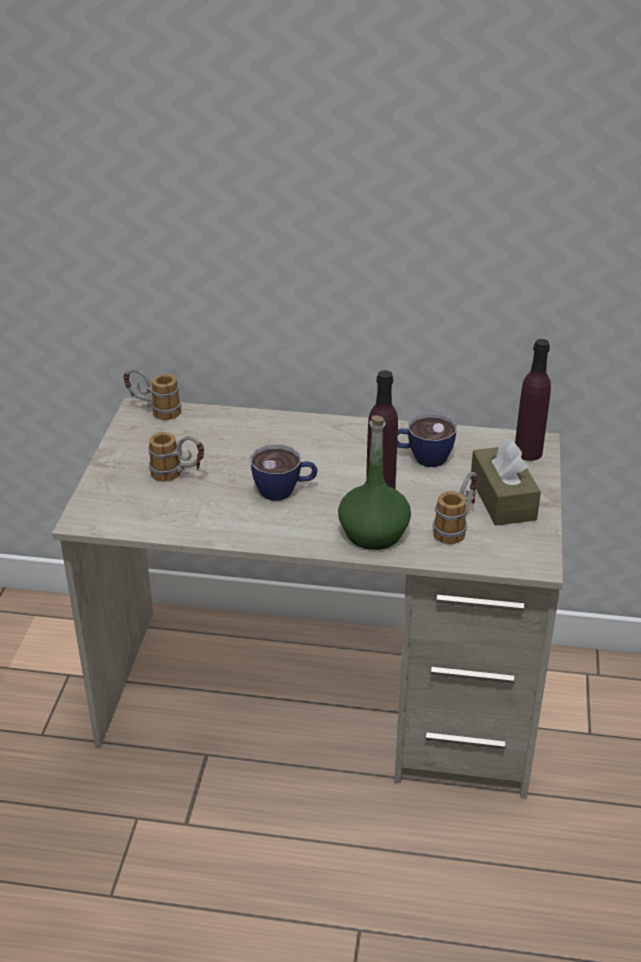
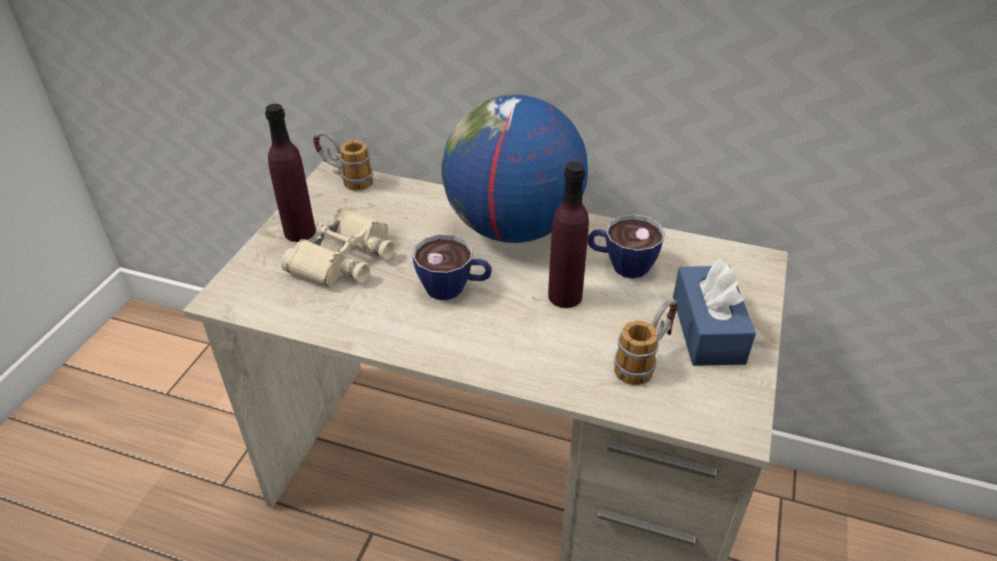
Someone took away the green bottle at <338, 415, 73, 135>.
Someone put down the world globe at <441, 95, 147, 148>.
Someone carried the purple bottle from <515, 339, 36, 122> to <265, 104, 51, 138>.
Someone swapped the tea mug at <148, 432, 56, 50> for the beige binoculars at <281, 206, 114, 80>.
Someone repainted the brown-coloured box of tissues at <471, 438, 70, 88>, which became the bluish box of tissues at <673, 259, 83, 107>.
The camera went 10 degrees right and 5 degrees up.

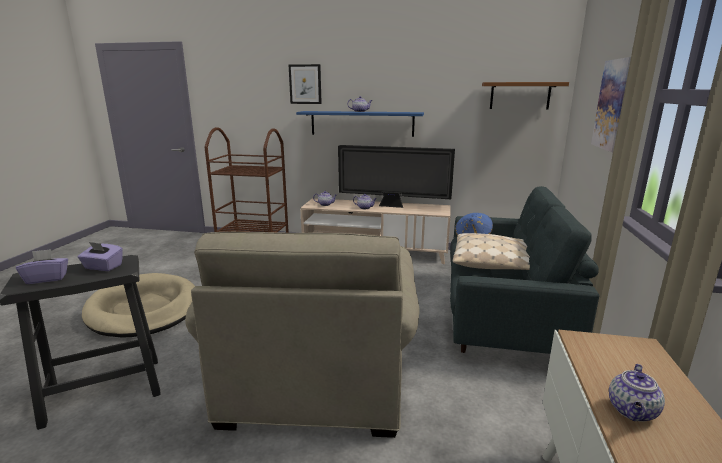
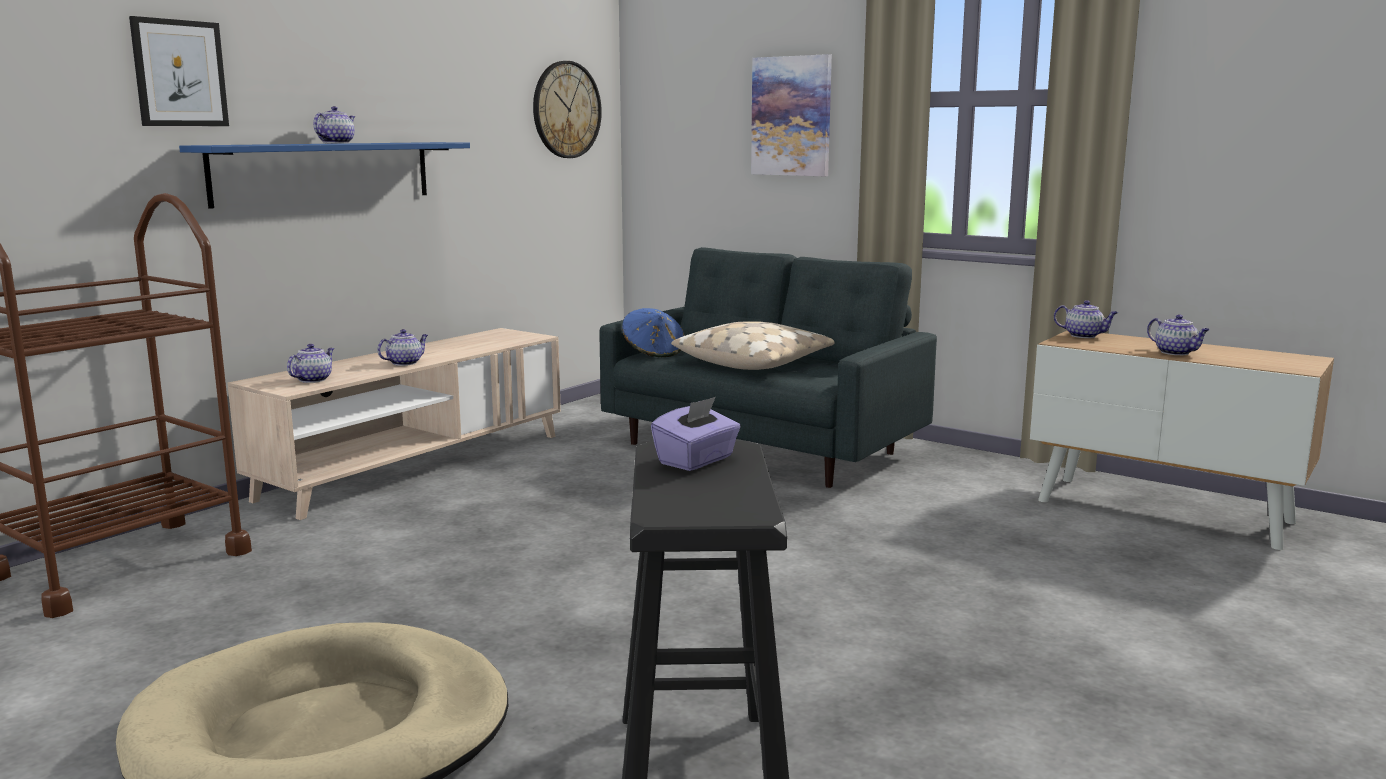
Someone took away the purple box of tissues at <16, 249, 52, 35>.
Someone took away the beige easy chair at <185, 232, 235, 206>.
Someone took away the television at <338, 145, 117, 63>.
Someone put down the teapot at <1054, 300, 64, 38>.
Someone swapped the brown-coloured bracket shelf at <482, 82, 87, 27> for the clock on the wall at <533, 61, 69, 97>.
The camera went 65 degrees left and 5 degrees down.

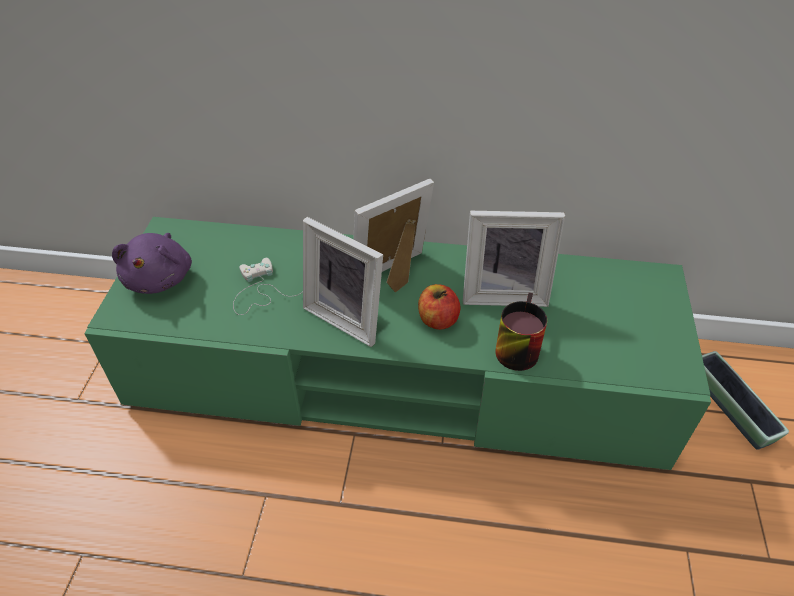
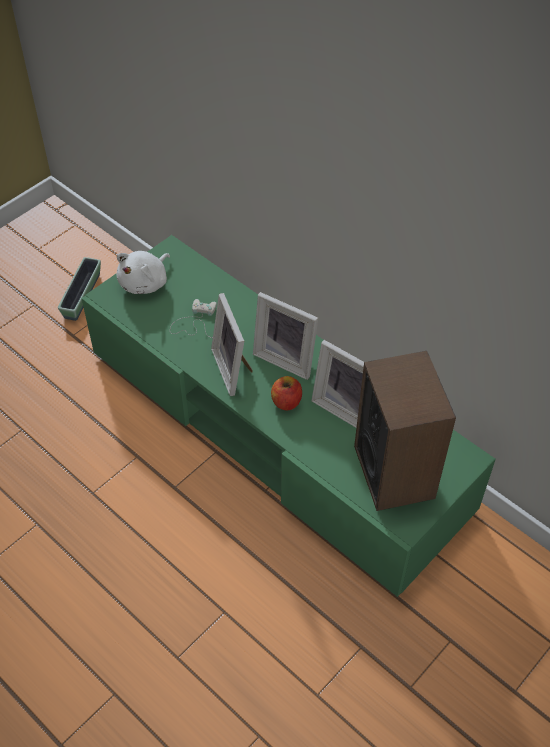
Someone took away the tea mug at <495, 293, 52, 78>.
Someone put down the speaker at <354, 351, 102, 160>.
Someone carried the planter from <702, 351, 87, 99> to <58, 257, 43, 64>.
Someone repainted the purple soft toy at <112, 233, 80, 61>, which became the white soft toy at <116, 251, 54, 43>.
Someone rotated the picture frame at <353, 179, 81, 114> by 150 degrees counterclockwise.
The camera went 35 degrees right and 5 degrees up.

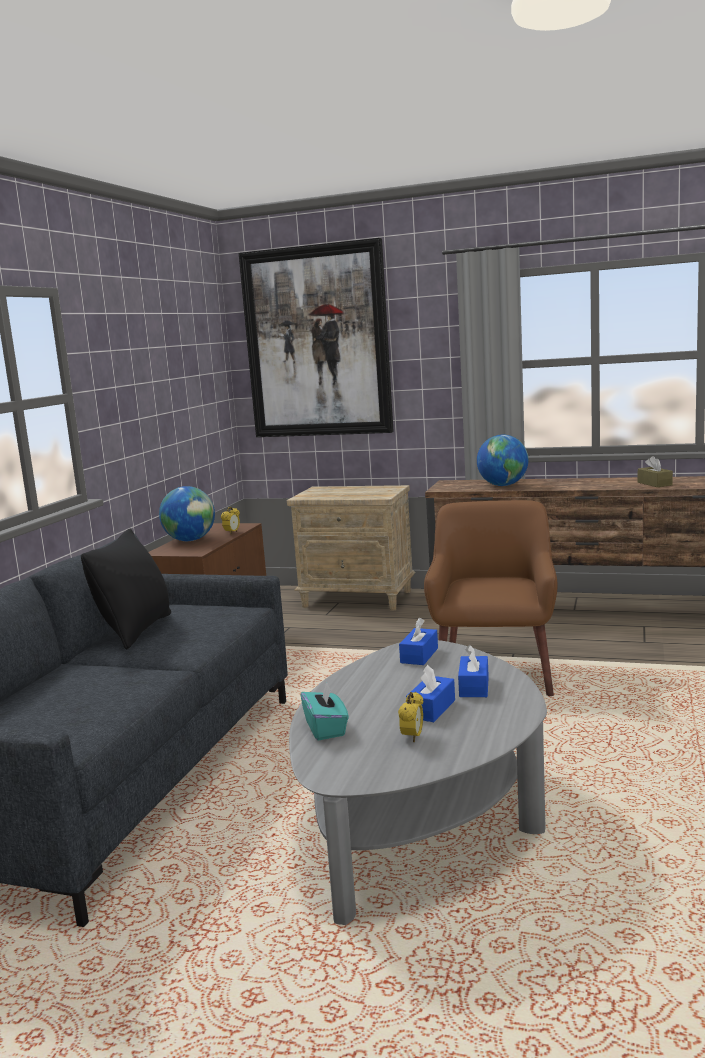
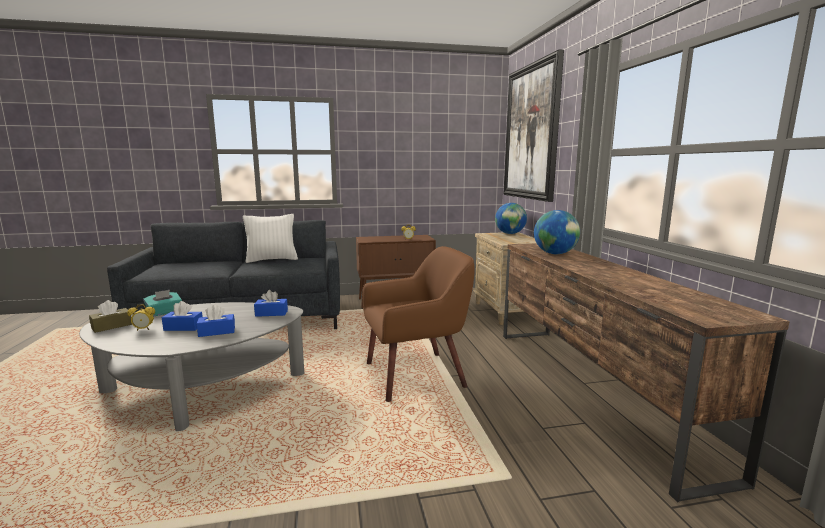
Someone carried the world globe from <159, 486, 56, 55> to <495, 203, 32, 31>.
Someone carried the brown-coloured box of tissues from <638, 456, 35, 31> to <89, 300, 43, 33>.
Someone repainted the black cushion at <81, 529, 90, 121>, which became the white cushion at <243, 214, 55, 49>.
The camera went 60 degrees right and 0 degrees up.

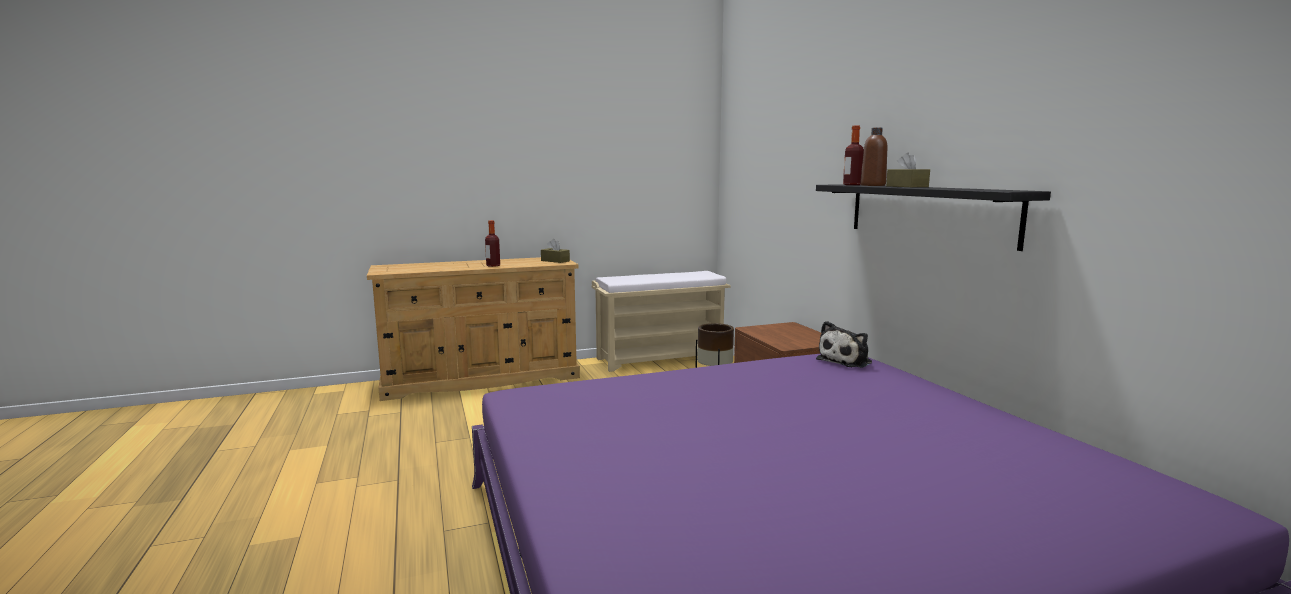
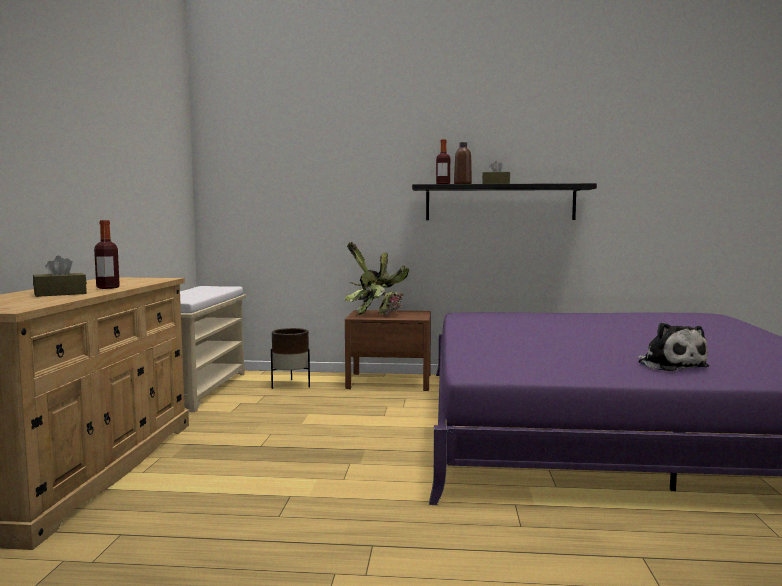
Someone put down the plant in a pot at <344, 242, 65, 74>.
Someone carried the brown-coloured box of tissues from <541, 239, 29, 24> to <33, 256, 54, 41>.
Someone carried the soft toy from <816, 321, 56, 47> to <636, 323, 74, 48>.
The camera went 65 degrees left and 5 degrees down.

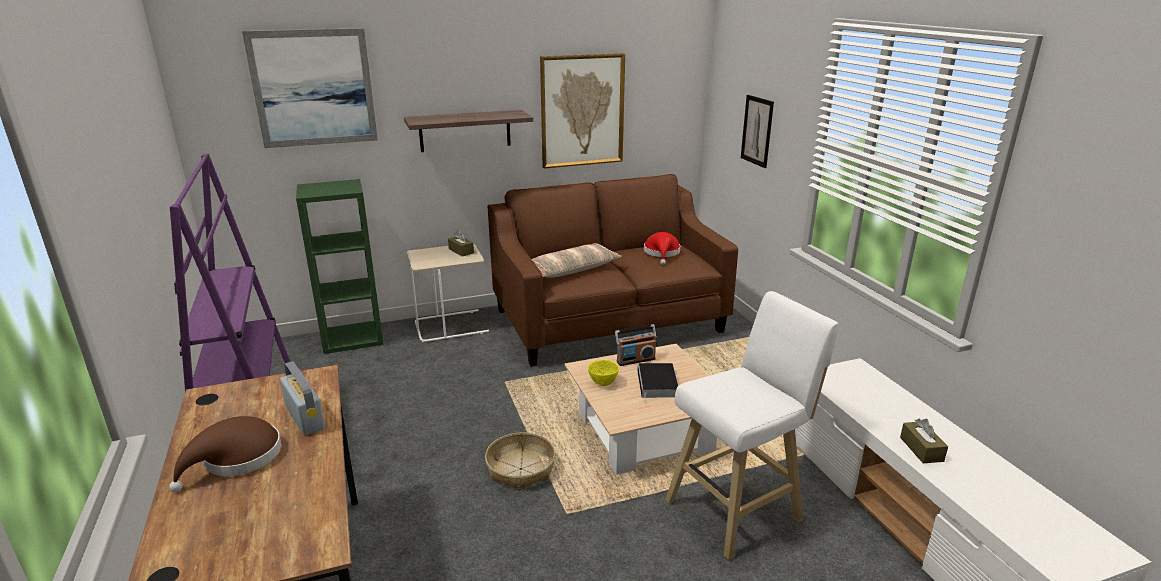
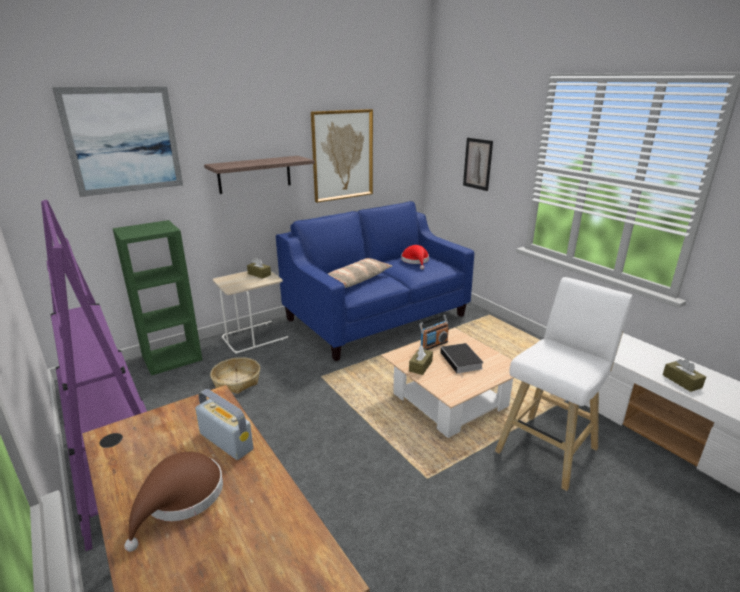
Someone carried the basket from <485, 432, 71, 59> to <210, 357, 50, 37>.
Someone swapped the yellow-coloured bowl at <588, 360, 31, 26> for the brown-coloured box of tissues at <409, 345, 24, 30>.
Someone repainted the brown-coloured couch at <488, 174, 250, 193>, which became the bluish couch at <276, 201, 198, 160>.
The camera went 15 degrees left and 0 degrees up.

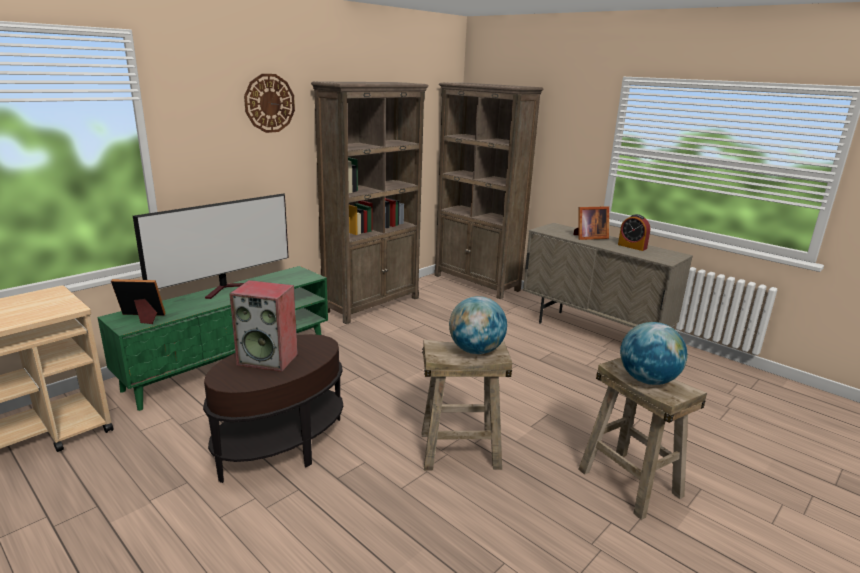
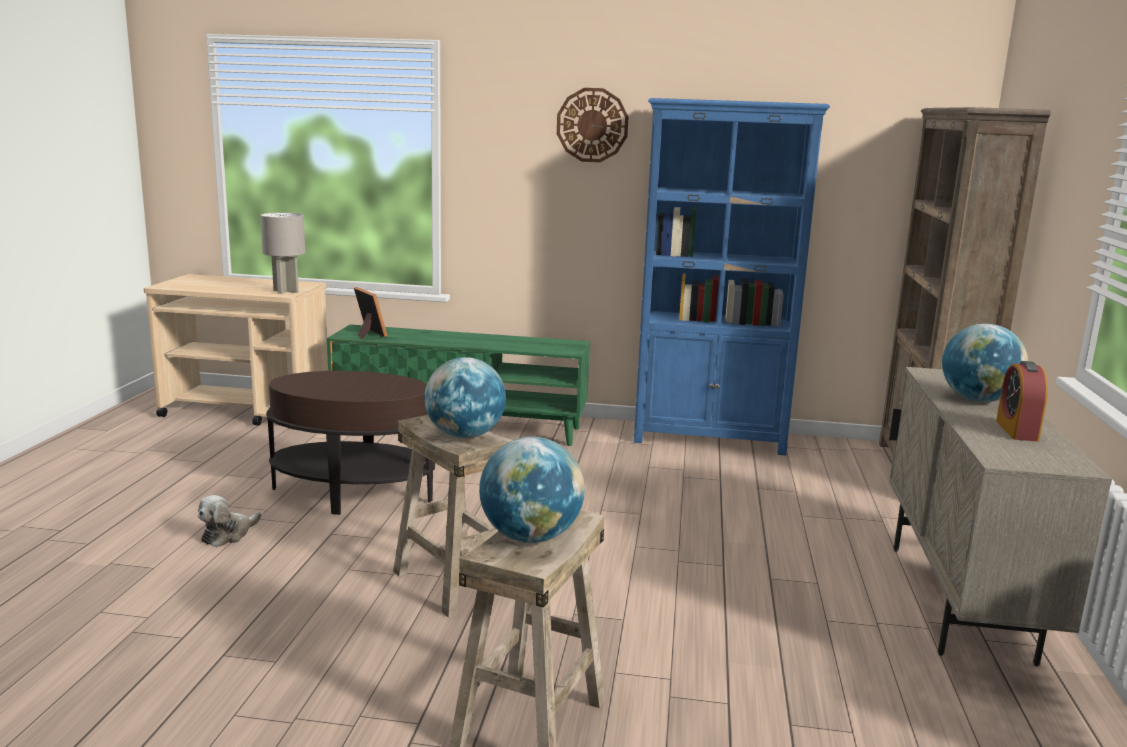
Someone took away the television at <133, 193, 156, 106>.
Someone took away the speaker at <229, 280, 69, 92>.
Someone put down the soft toy at <198, 495, 63, 52>.
Someone put down the greyish lamp for a table at <260, 212, 45, 82>.
Someone swapped the picture frame at <573, 206, 36, 34> for the world globe at <942, 324, 86, 78>.
Someone repainted the brown-coloured shelving unit at <311, 81, 118, 243>, which became the bluish shelving unit at <634, 98, 196, 358>.
The camera went 55 degrees right and 5 degrees down.

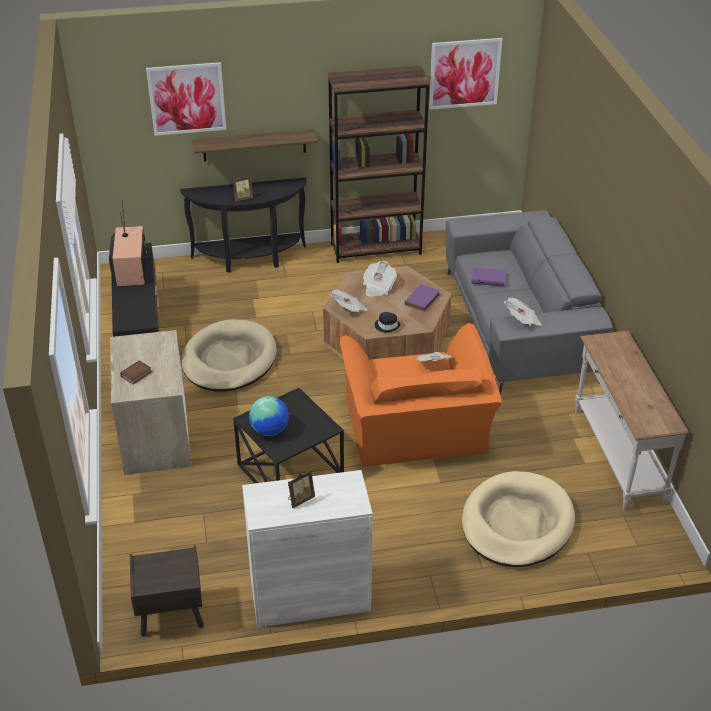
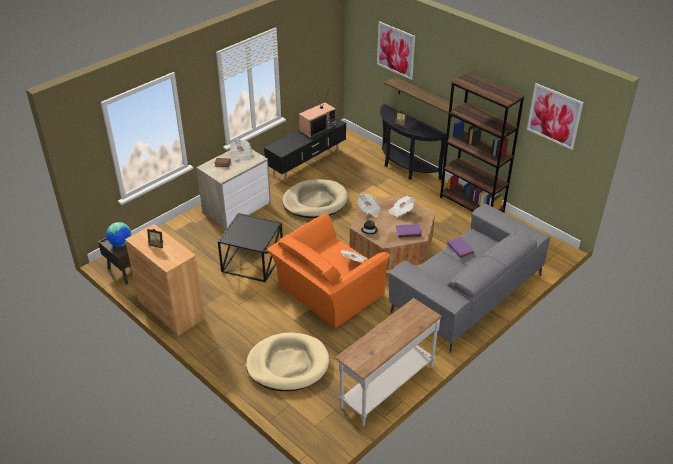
Someone carried the world globe from <249, 396, 40, 40> to <106, 222, 25, 25>.
Someone carried the printed paper from <504, 298, 38, 28> to <230, 139, 23, 23>.
Someone repainted the white cupboard at <242, 470, 131, 158>, which became the brown-coloured cupboard at <125, 224, 80, 112>.
The camera went 55 degrees right and 0 degrees up.

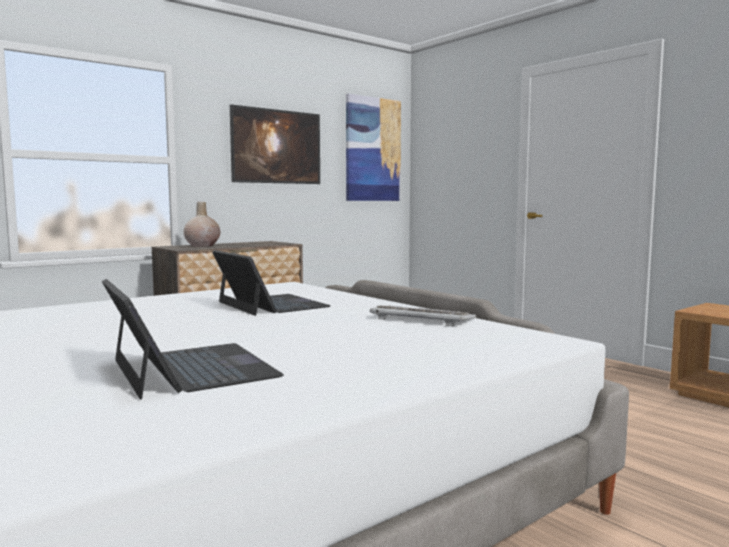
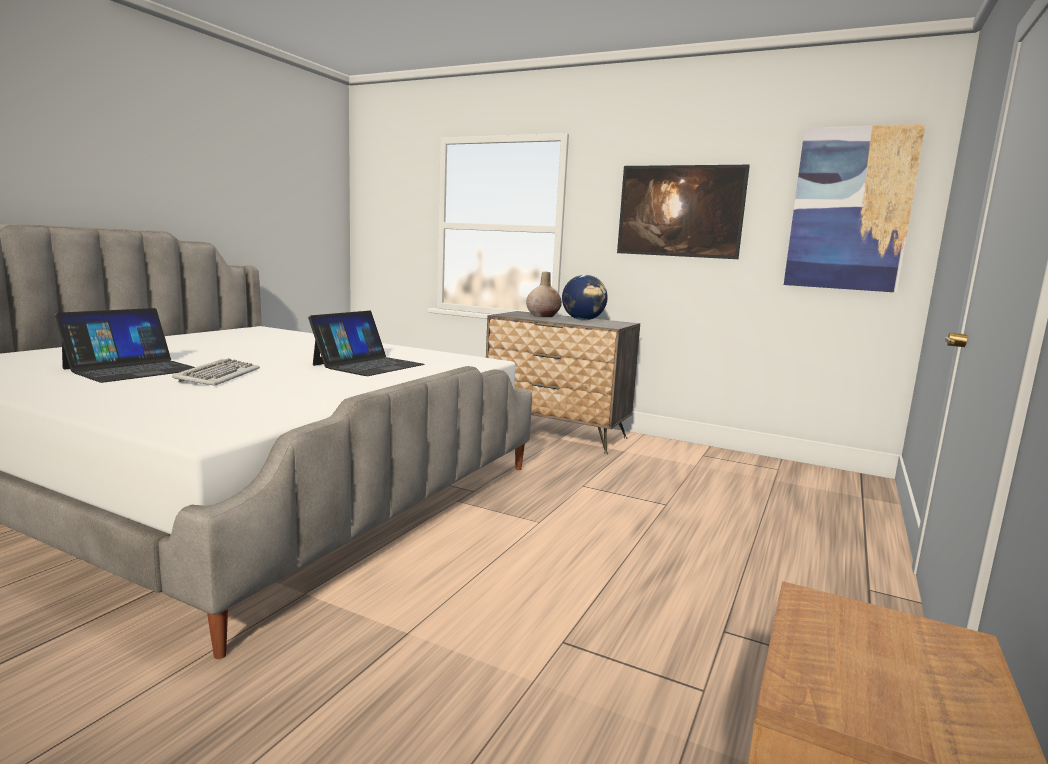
Someone put down the world globe at <562, 275, 46, 46>.
Someone carried the computer keyboard from <370, 305, 106, 22> to <172, 358, 88, 28>.
The camera went 65 degrees right and 5 degrees up.

